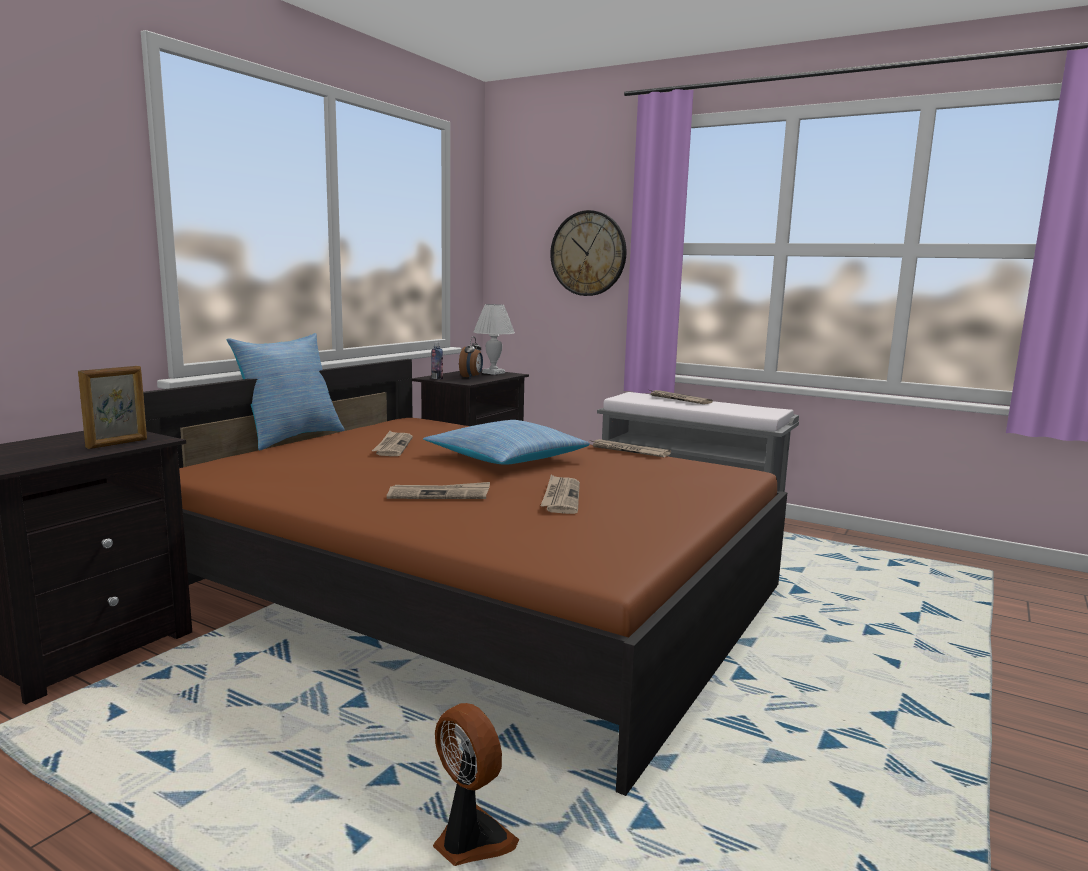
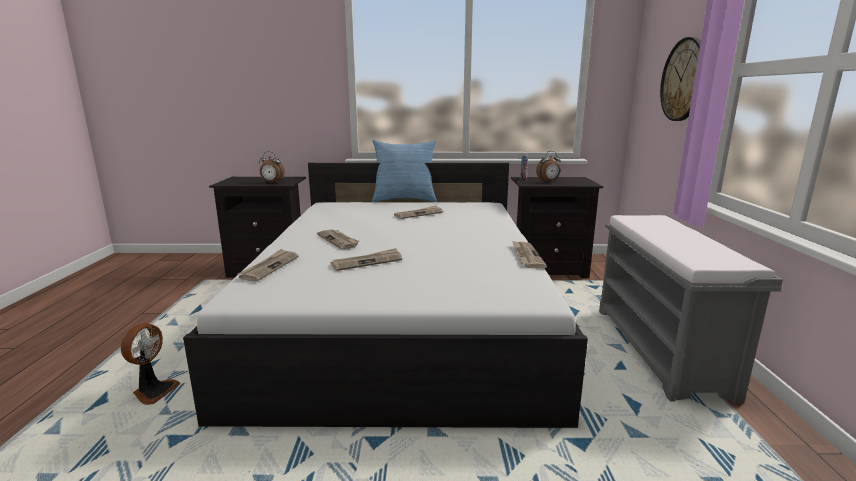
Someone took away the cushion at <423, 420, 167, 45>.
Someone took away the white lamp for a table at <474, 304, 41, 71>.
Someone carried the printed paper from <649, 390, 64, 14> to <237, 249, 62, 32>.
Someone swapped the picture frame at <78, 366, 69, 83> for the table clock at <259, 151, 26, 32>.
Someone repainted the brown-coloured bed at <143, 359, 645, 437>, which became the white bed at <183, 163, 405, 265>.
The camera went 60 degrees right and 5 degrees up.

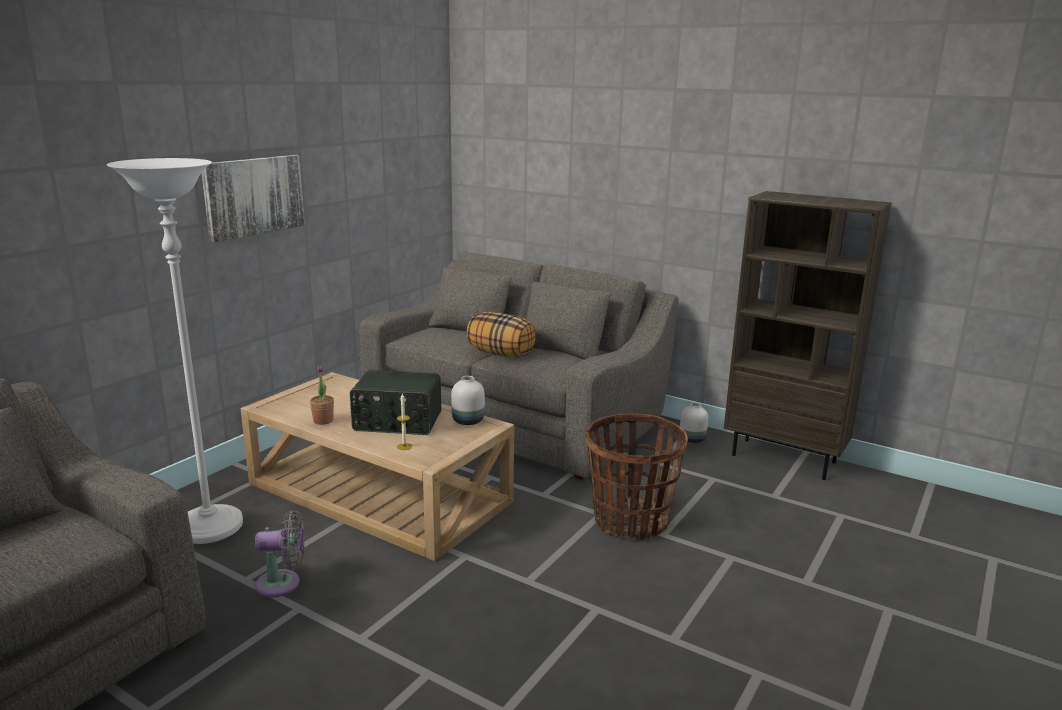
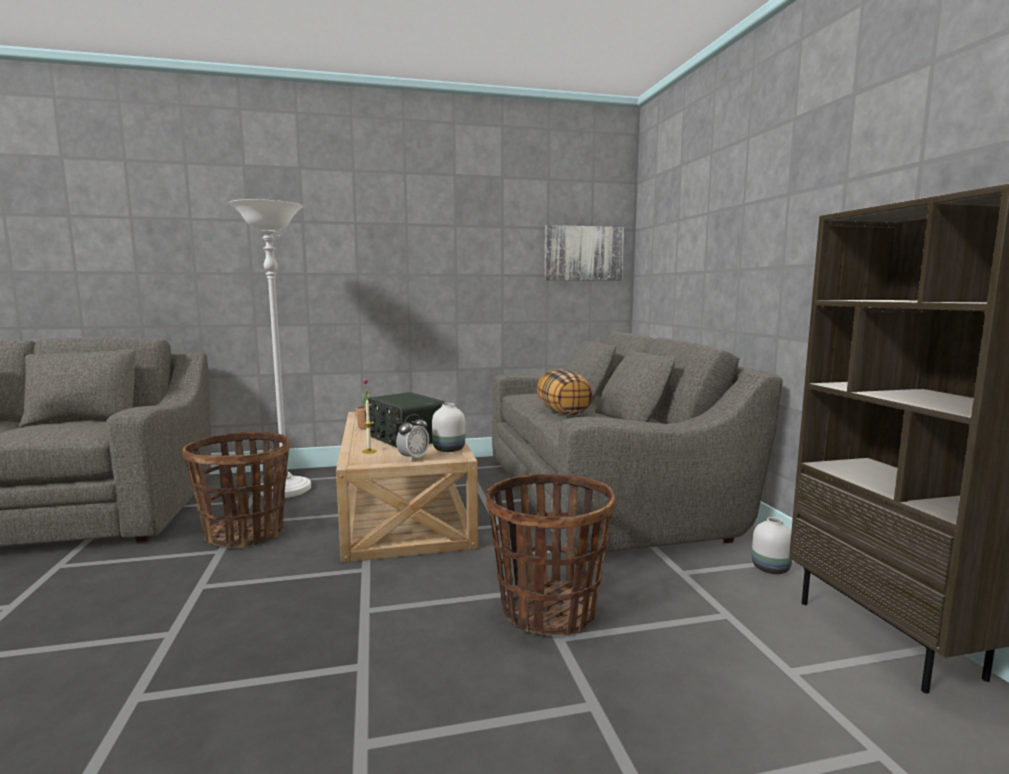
Someone put down the table clock at <396, 414, 33, 48>.
Someone carried the wall picture from <202, 155, 103, 87> to <544, 225, 80, 56>.
Someone swapped the greyish fan at <255, 510, 50, 87> for the basket at <182, 432, 108, 116>.
The camera went 45 degrees right and 10 degrees down.

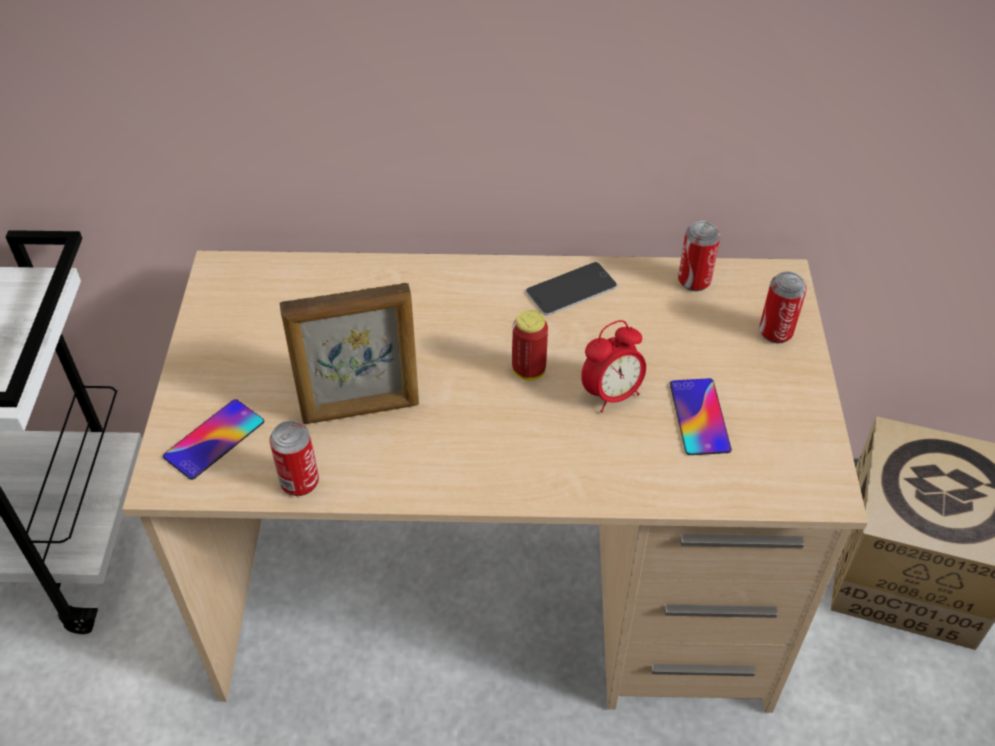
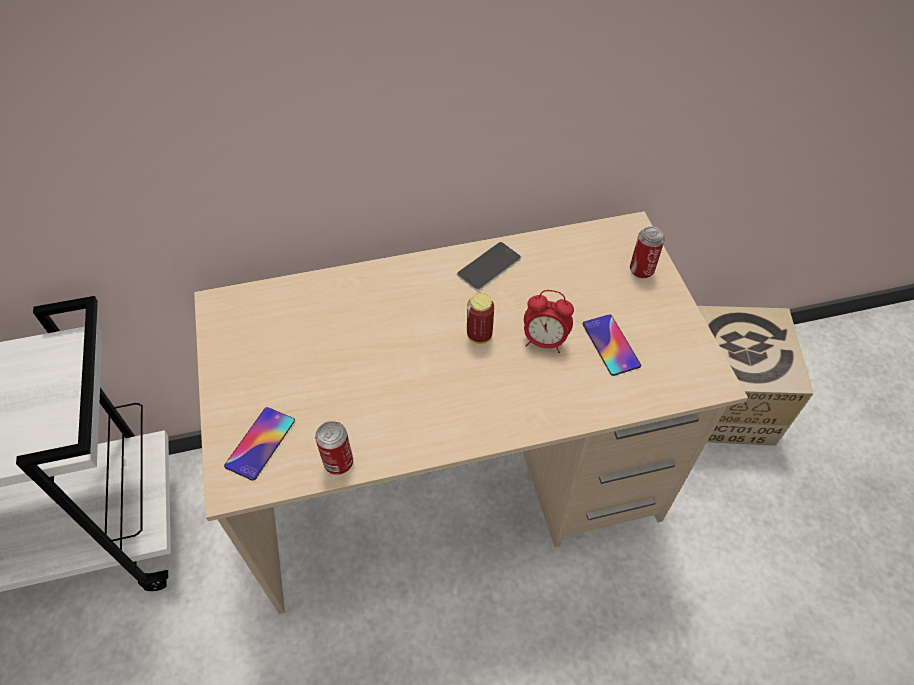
Someone took away the picture frame at <280, 283, 139, 141>.
Someone took away the metal can at <678, 221, 42, 70>.
Someone rotated the table clock at <581, 320, 65, 93> by 60 degrees clockwise.
The camera went 15 degrees left and 5 degrees up.

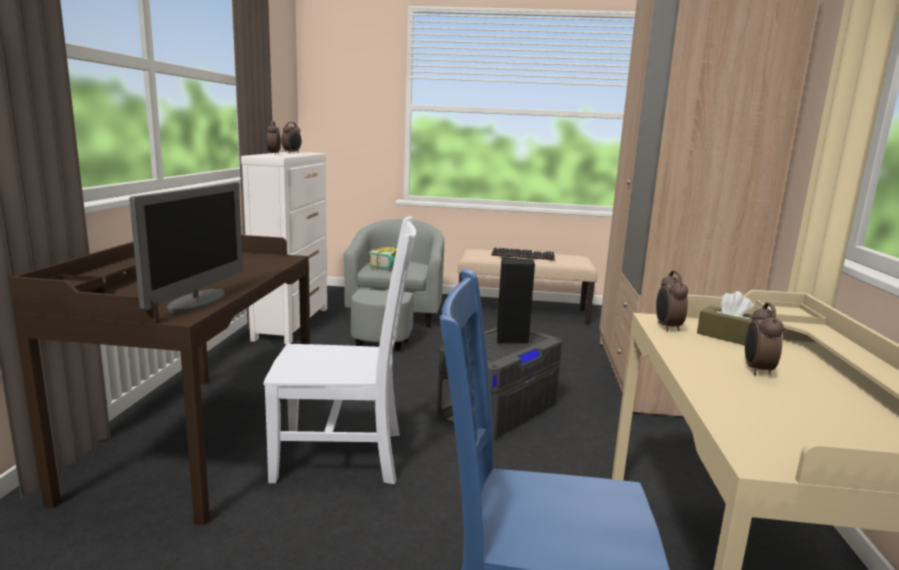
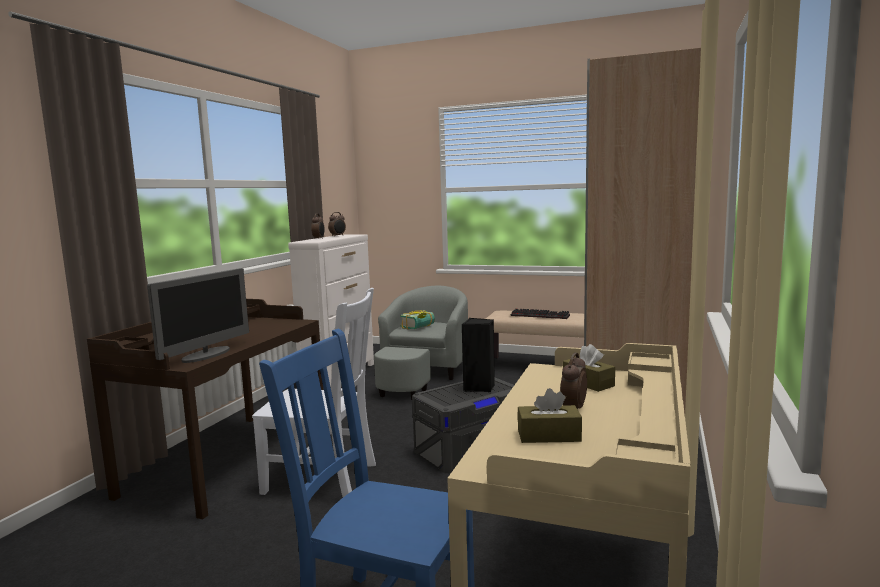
Someone took away the table clock at <656, 271, 32, 61>.
Someone put down the brown-coloured box of tissues at <517, 388, 65, 55>.
The camera went 15 degrees right and 5 degrees down.

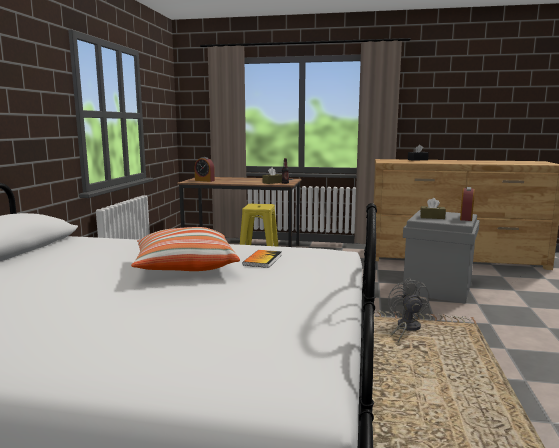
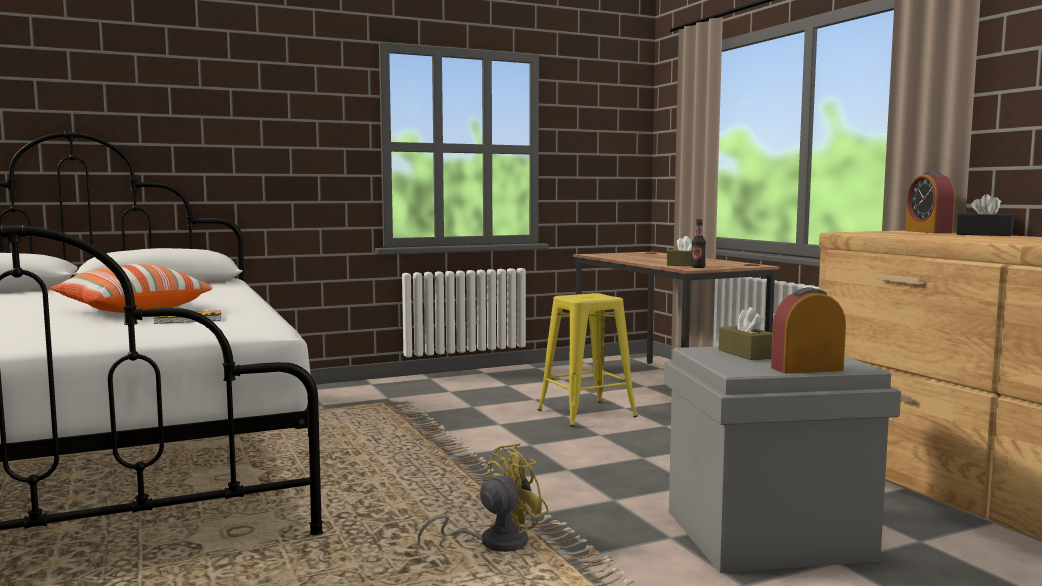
Someone carried the table clock from <195, 157, 20, 25> to <905, 171, 50, 62>.
Someone repainted the greyish fan at <388, 278, 41, 65>, which became the yellow-coloured fan at <418, 443, 131, 109>.
The camera went 55 degrees right and 5 degrees down.

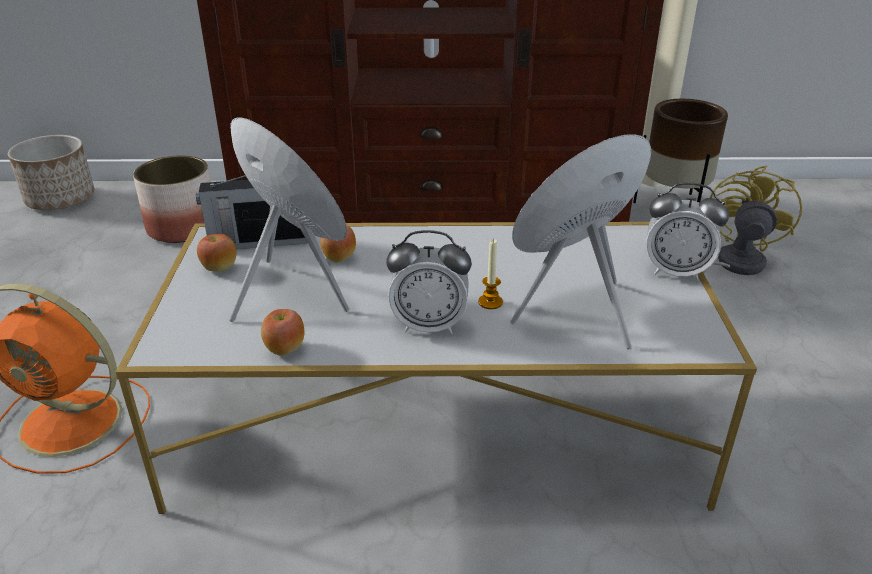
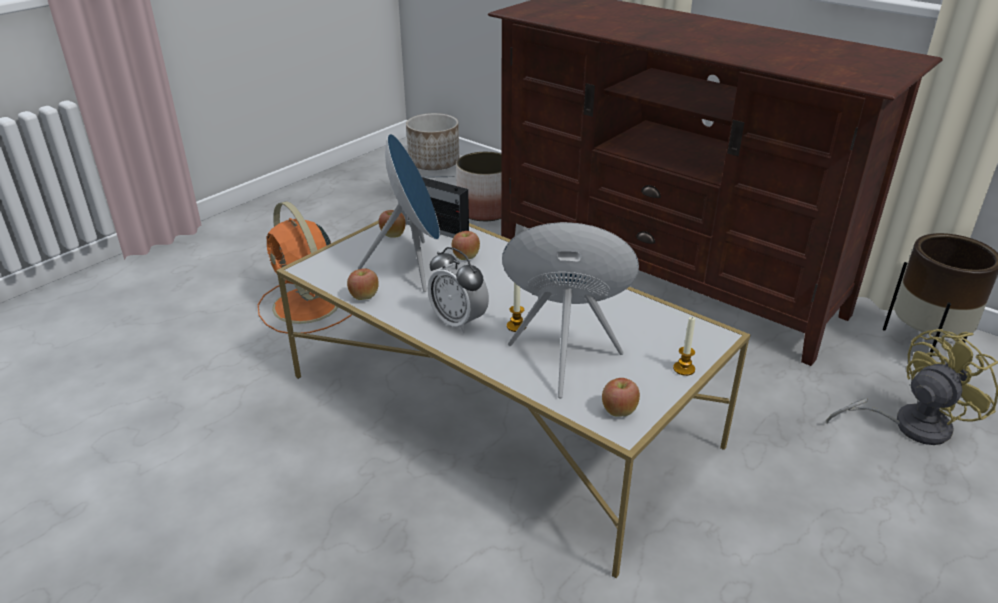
Someone put down the whole apple at <602, 378, 38, 39>.
Someone swapped the table clock at <646, 182, 83, 99> for the wax candle at <673, 316, 22, 60>.
The camera went 40 degrees right and 0 degrees up.

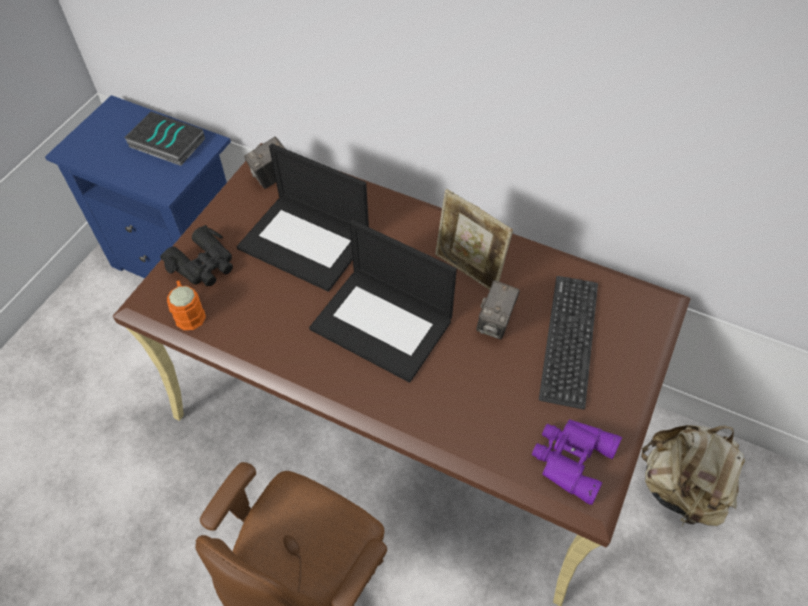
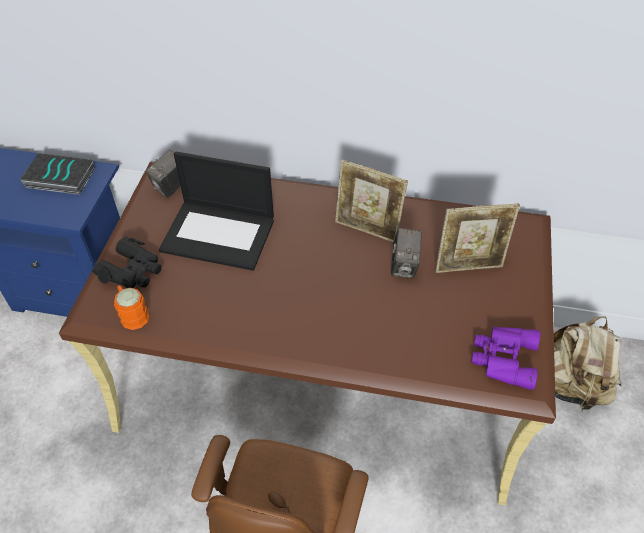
Someone took away the portable computer at <309, 220, 148, 163>.
Someone swapped the computer keyboard at <539, 276, 59, 134> for the picture frame at <435, 204, 85, 69>.
The camera went 15 degrees left and 5 degrees down.

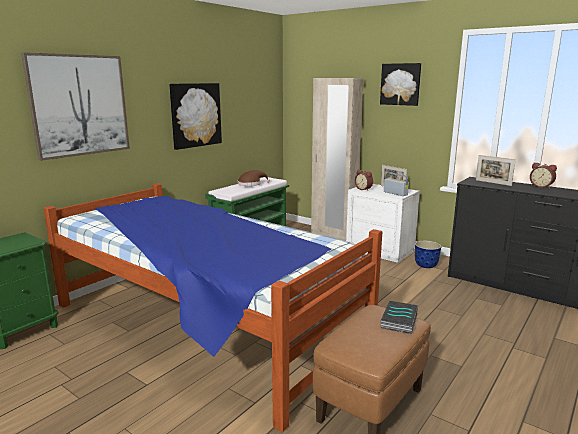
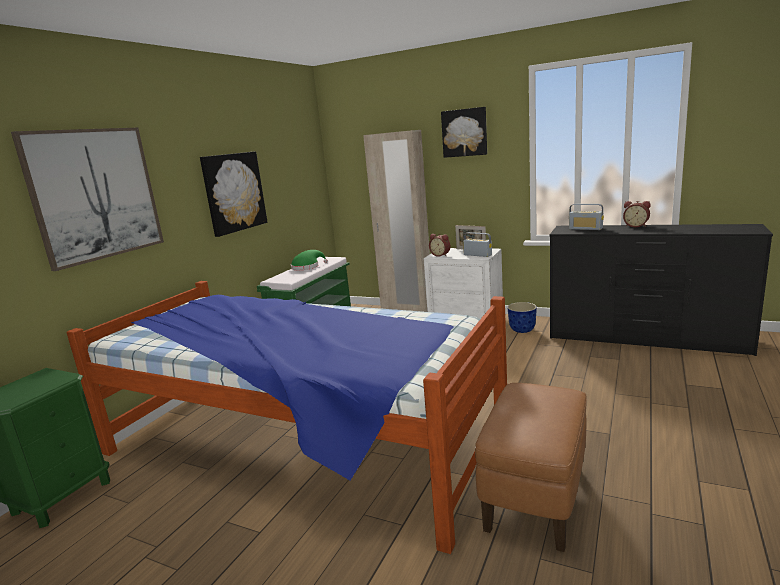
Someone took away the bound book at <381, 301, 37, 33>.
Someone swapped the picture frame at <476, 155, 40, 31> for the radio receiver at <569, 204, 35, 26>.
Someone repainted the brown-coloured clothing hat at <238, 170, 32, 16>, which became the green clothing hat at <291, 250, 37, 20>.
The camera went 10 degrees left and 0 degrees up.

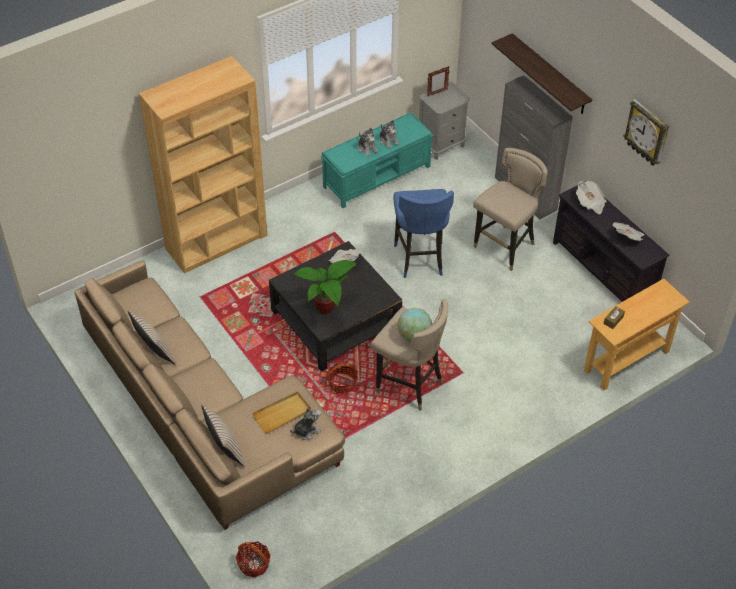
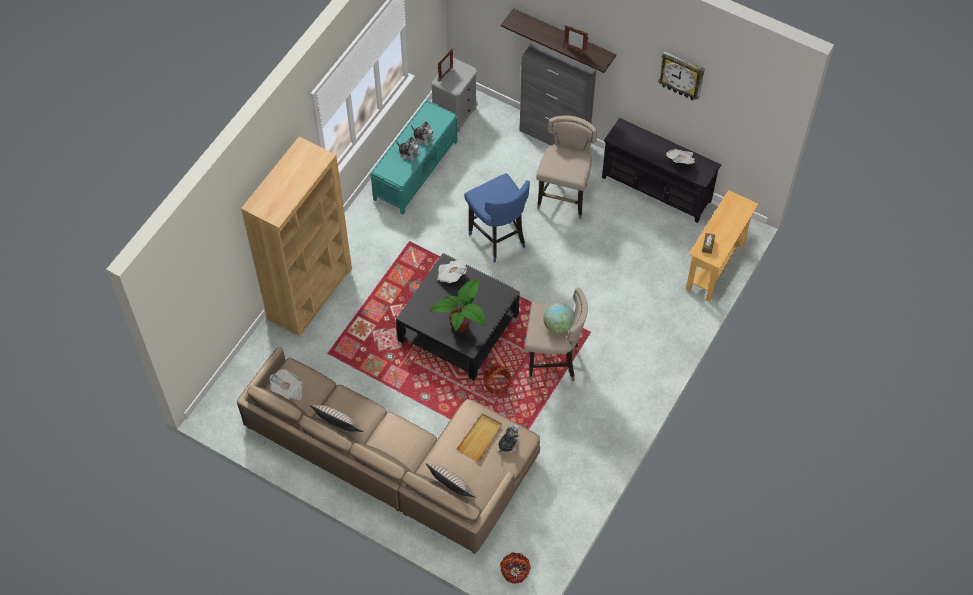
Someone put down the picture frame at <564, 25, 24, 29>.
Someone carried the printed paper from <576, 181, 31, 33> to <270, 369, 33, 31>.
The camera went 25 degrees left and 10 degrees up.

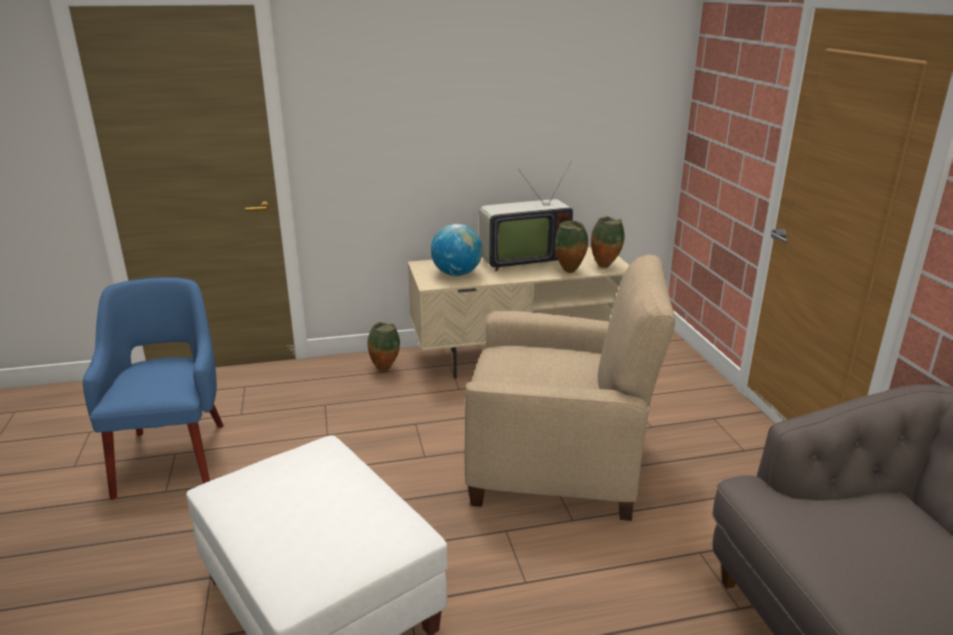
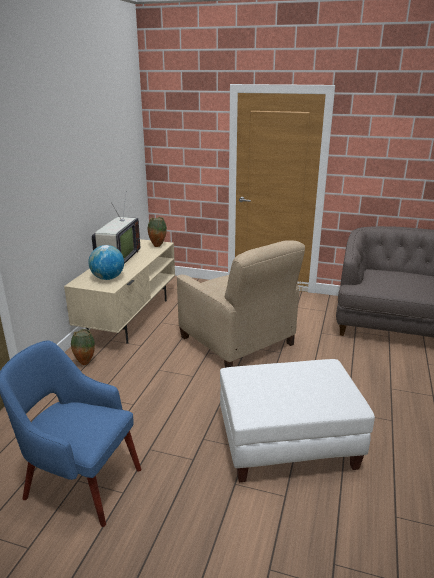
Someone took away the vase at <555, 221, 33, 52>.
Someone rotated the beige easy chair at <465, 255, 210, 266> by 105 degrees clockwise.
The camera went 60 degrees left and 0 degrees up.

